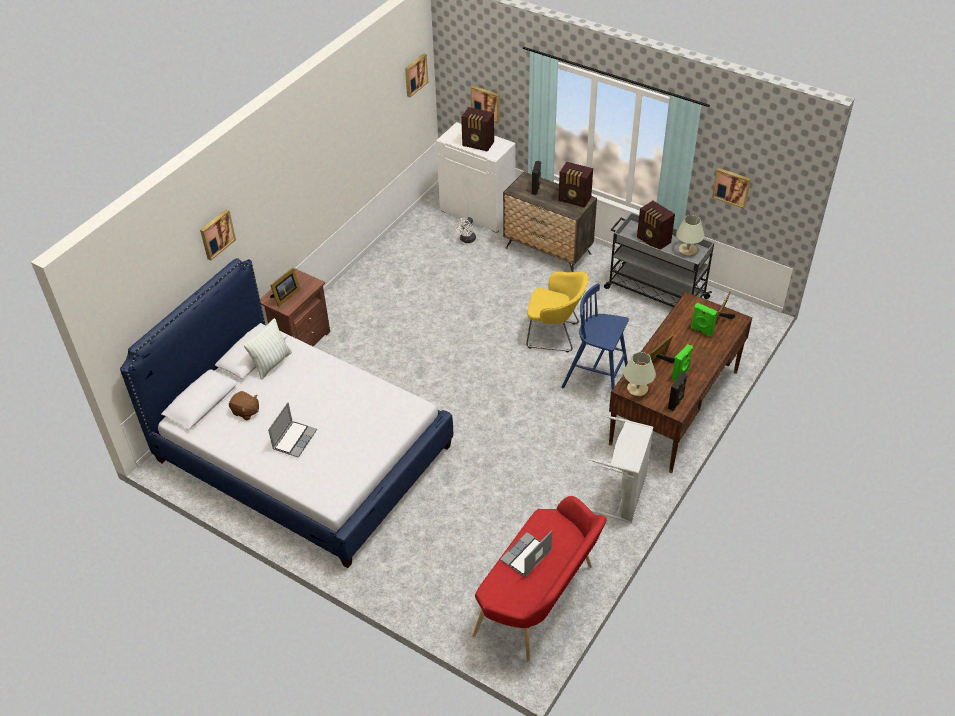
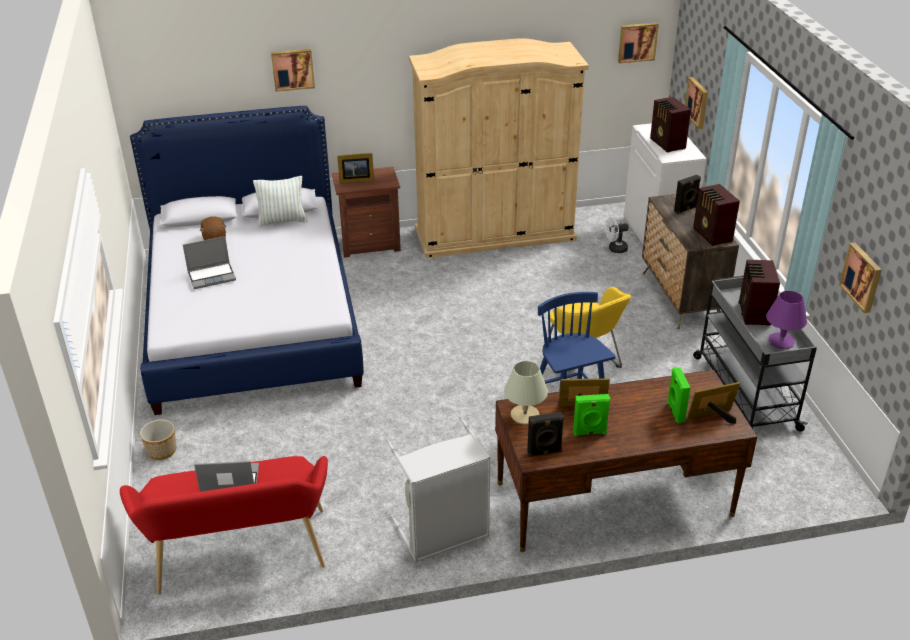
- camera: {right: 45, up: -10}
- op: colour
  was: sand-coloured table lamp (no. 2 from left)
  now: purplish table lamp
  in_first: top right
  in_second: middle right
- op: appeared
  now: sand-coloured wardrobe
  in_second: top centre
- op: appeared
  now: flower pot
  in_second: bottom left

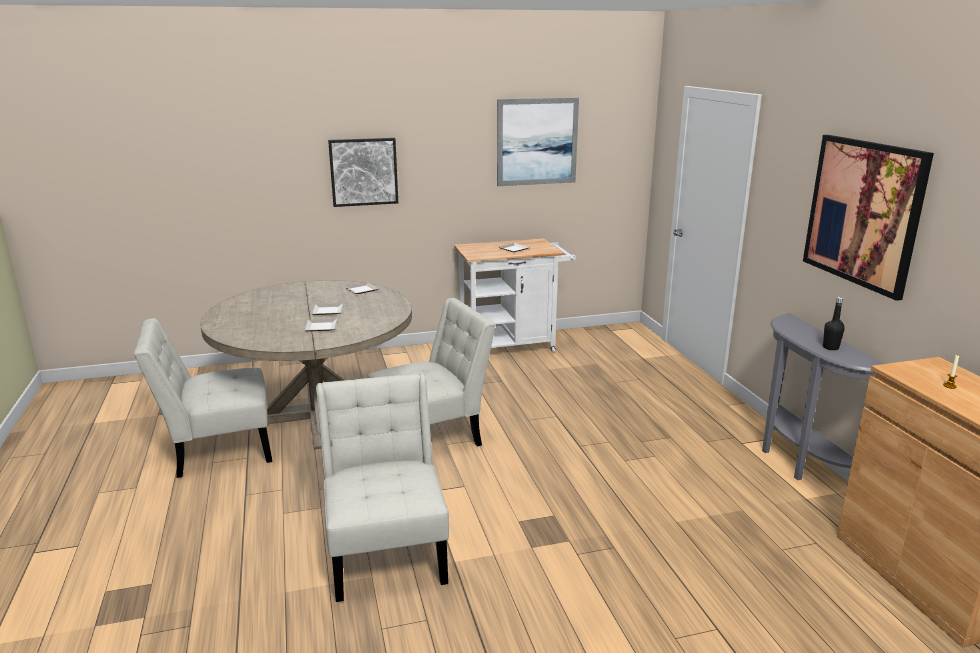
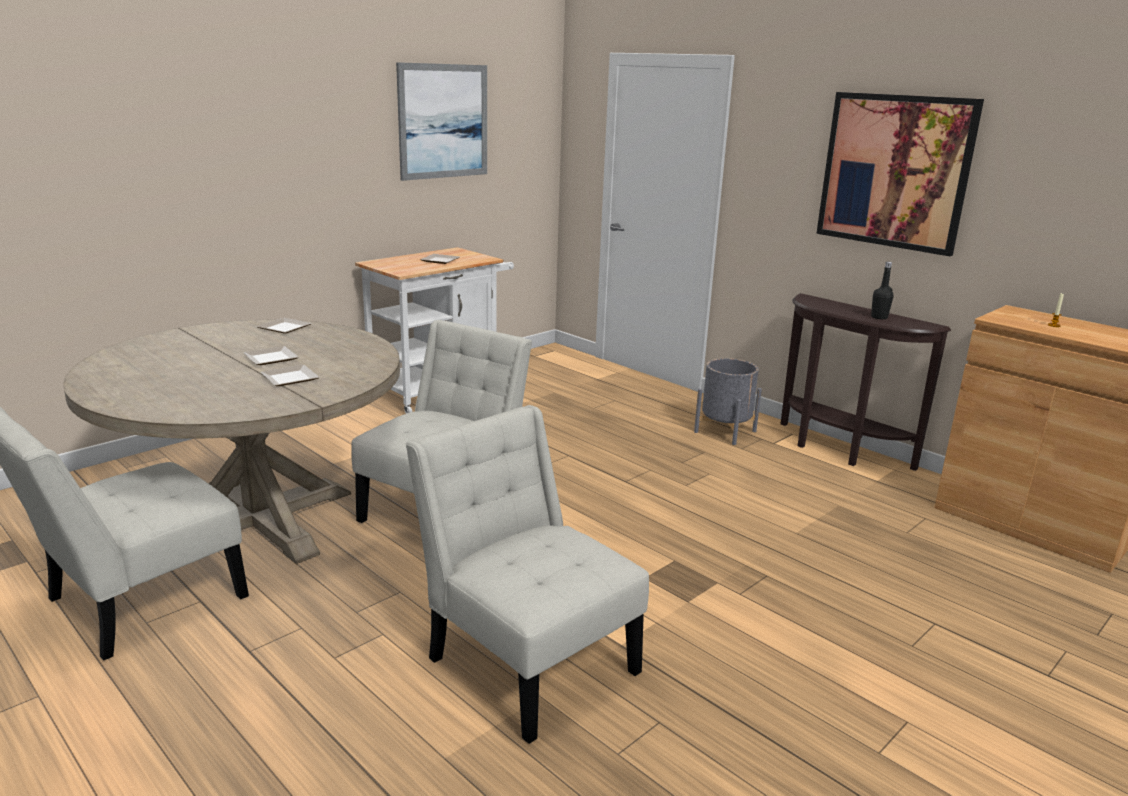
- camera: {right: -30, up: 0}
- op: missing
  was: wall picture (no. 1 from left)
  in_first: top centre
- op: colour
  was: greyish narrow table
  now: brown-coloured narrow table
  in_first: middle right
  in_second: middle right
- op: appeared
  now: greyish flower pot
  in_second: centre

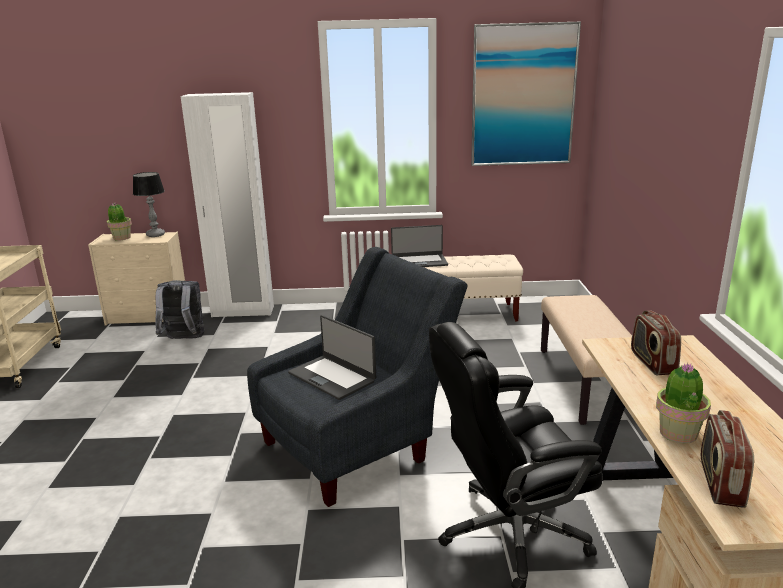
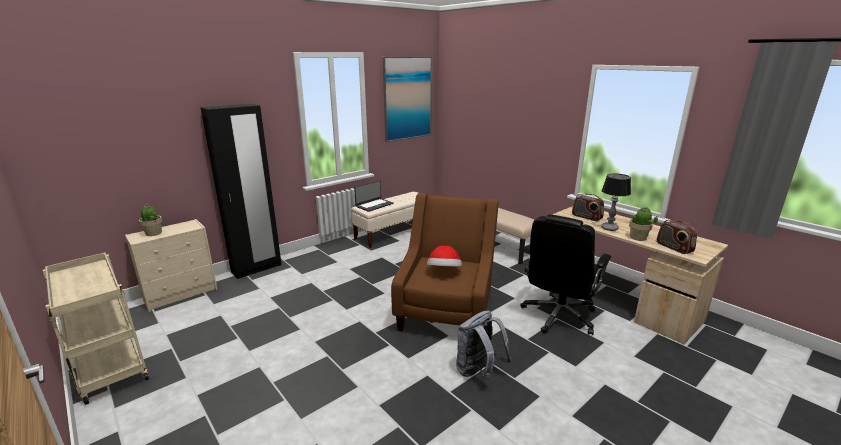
- camera: {right: -40, up: 0}
- op: colour
  was: white wardrobe
  now: black wardrobe
  in_first: middle left
  in_second: middle left
- op: relocated
  was: table lamp
  in_first: middle left
  in_second: middle right
- op: colour
  was: greyish lounge chair
  now: brown-coloured lounge chair
  in_first: centre
  in_second: centre
- op: relocated
  was: greyish rucksack
  in_first: middle left
  in_second: bottom centre
- op: exchanged
  was: portable computer (no. 1 from left)
  now: clothing hat
  in_first: centre
  in_second: centre

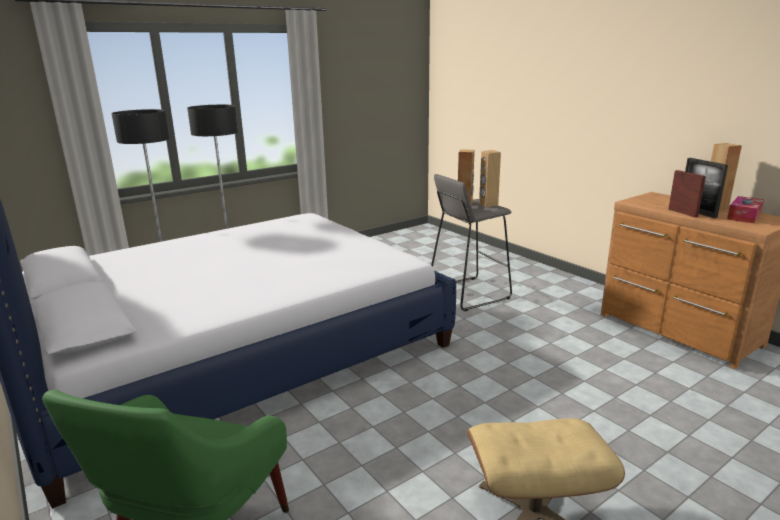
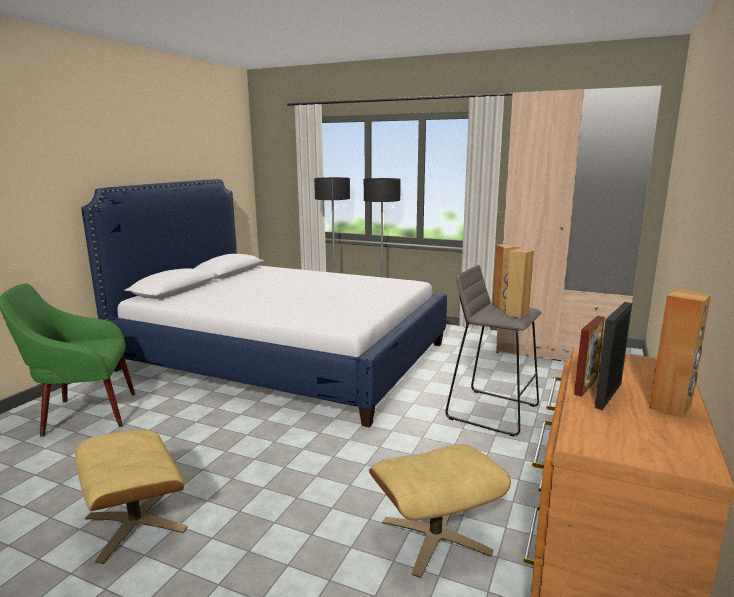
- camera: {right: 60, up: -5}
- op: missing
  was: tissue holder
  in_first: middle right
- op: appeared
  now: sand-coloured wardrobe
  in_second: middle right
- op: appeared
  now: sand-coloured footrest (no. 2 from left)
  in_second: bottom centre

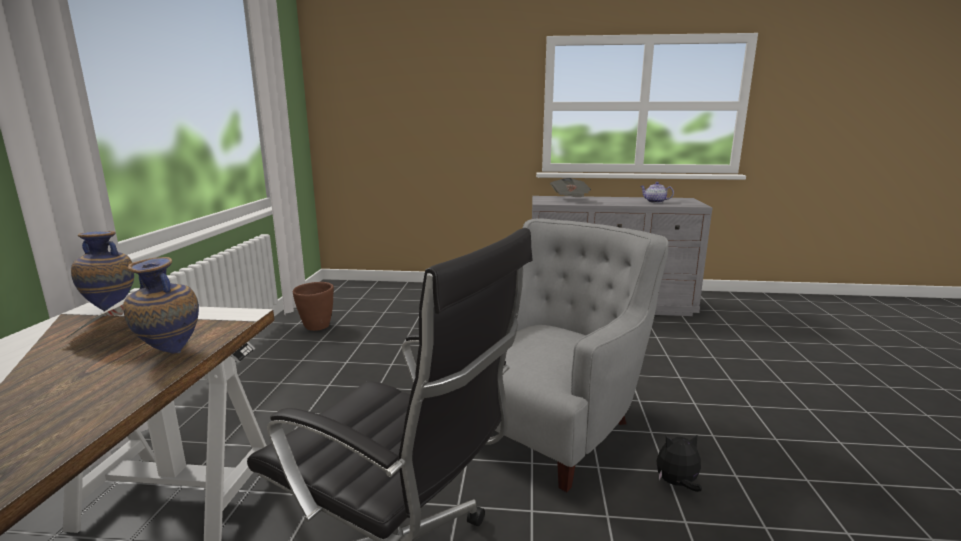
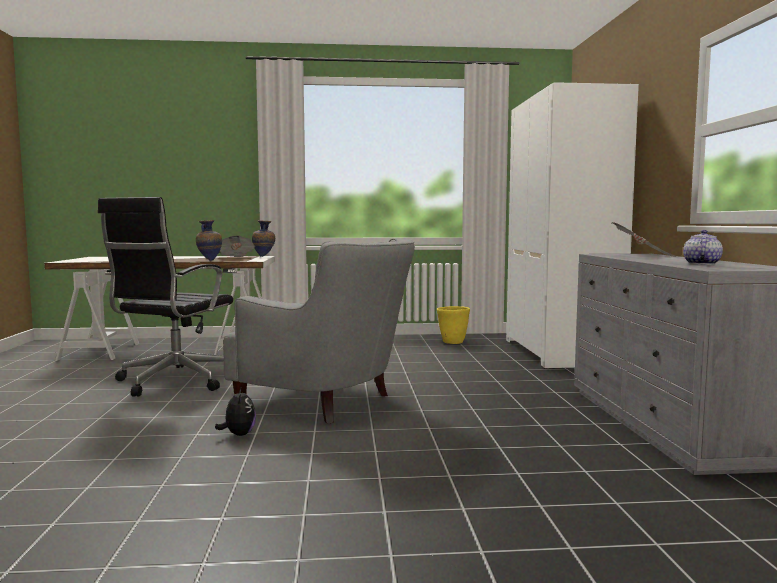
- camera: {right: 80, up: -10}
- op: colour
  was: brown-coloured flower pot
  now: yellowish flower pot
  in_first: middle left
  in_second: centre
- op: appeared
  now: white wardrobe
  in_second: middle right

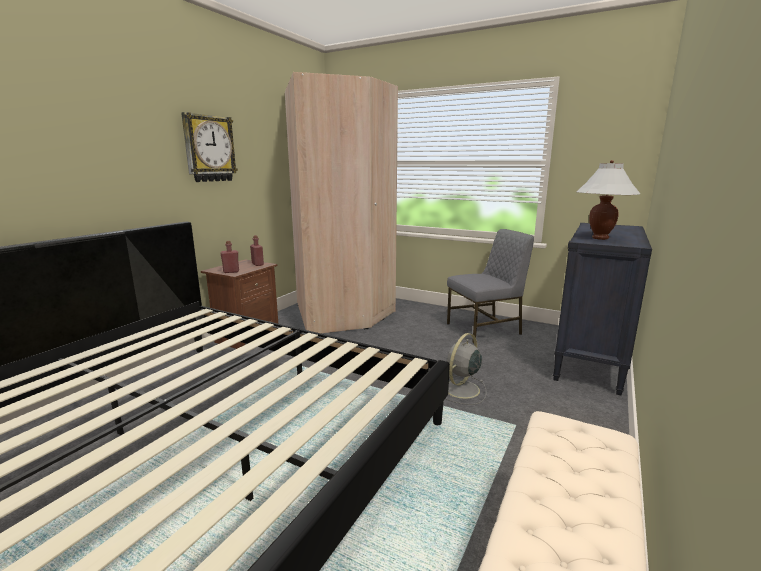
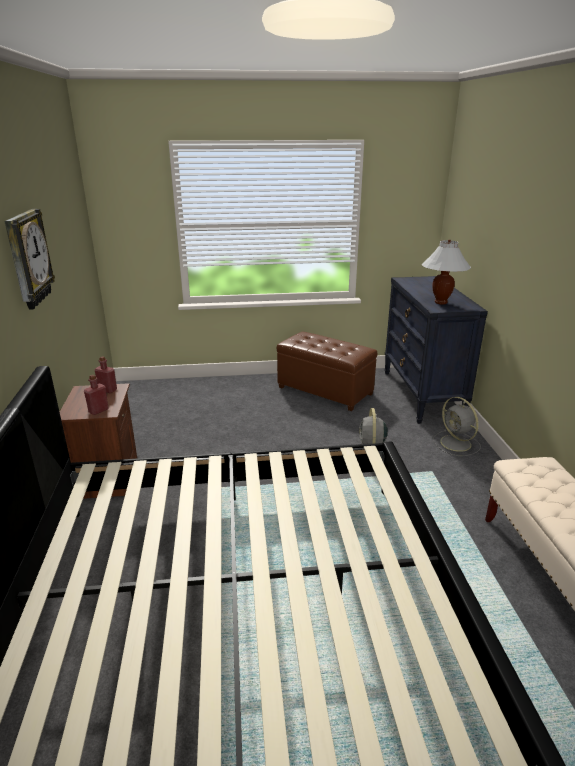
- camera: {right: -35, up: 10}
- op: missing
  was: sand-coloured wardrobe
  in_first: centre
- op: exchanged
  was: greyish plain chair
  now: brown-coloured footrest
  in_first: centre
  in_second: centre
- op: appeared
  now: greyish fan (no. 2 from left)
  in_second: middle right

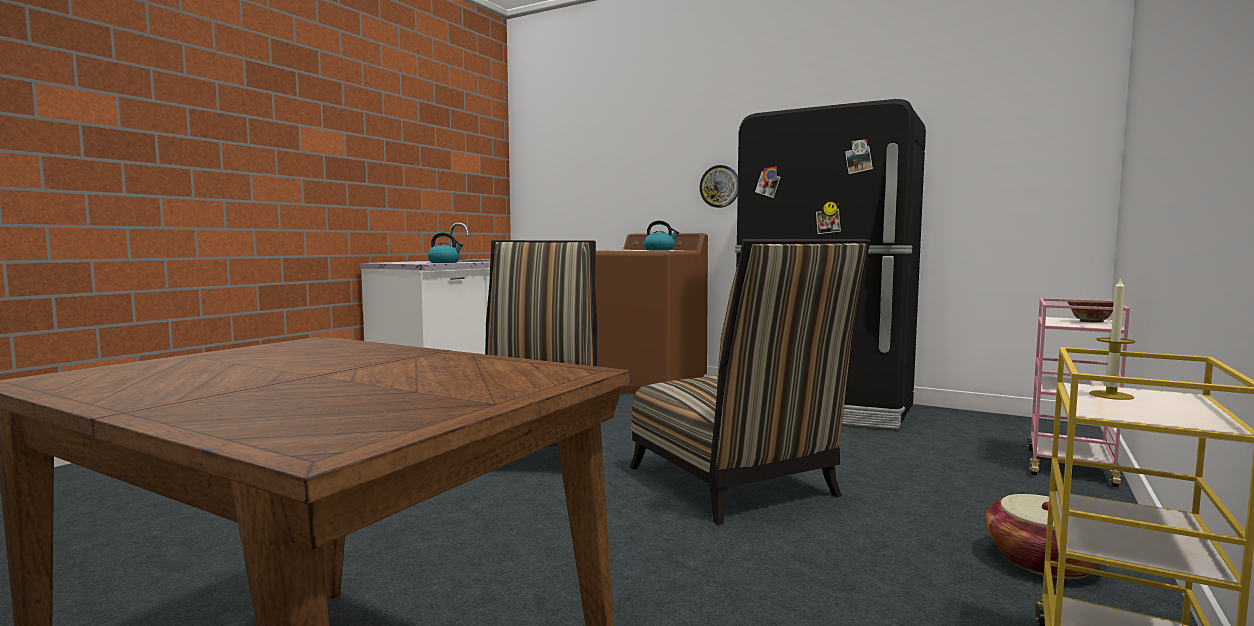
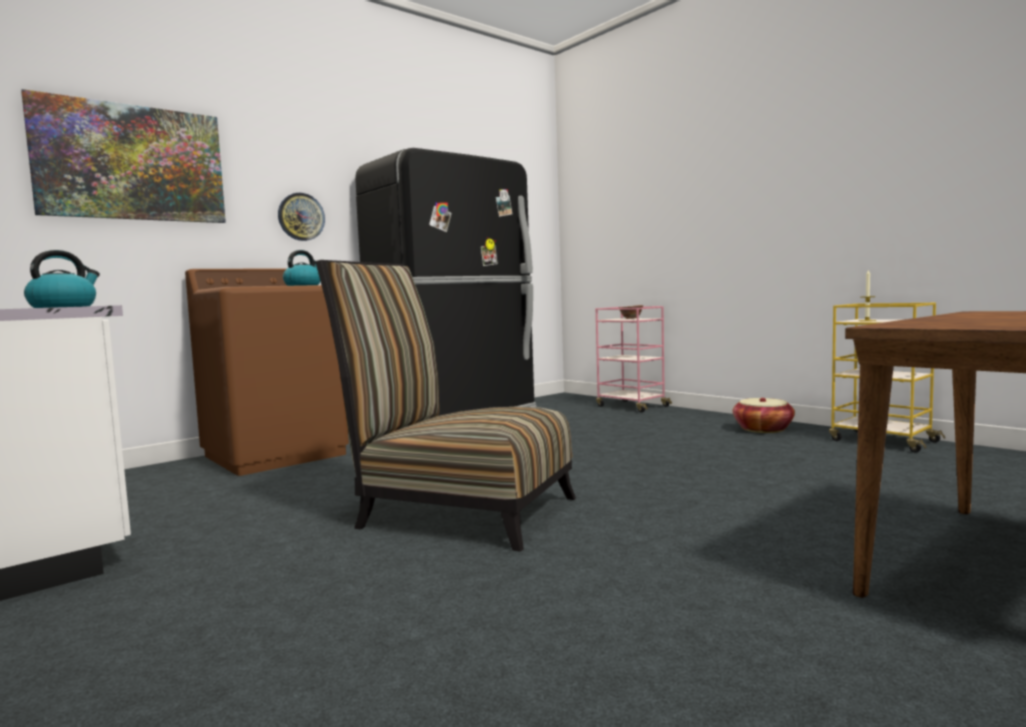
- camera: {right: -70, up: 0}
- op: missing
  was: plain chair (no. 2 from left)
  in_first: centre
- op: appeared
  now: wall picture
  in_second: top left

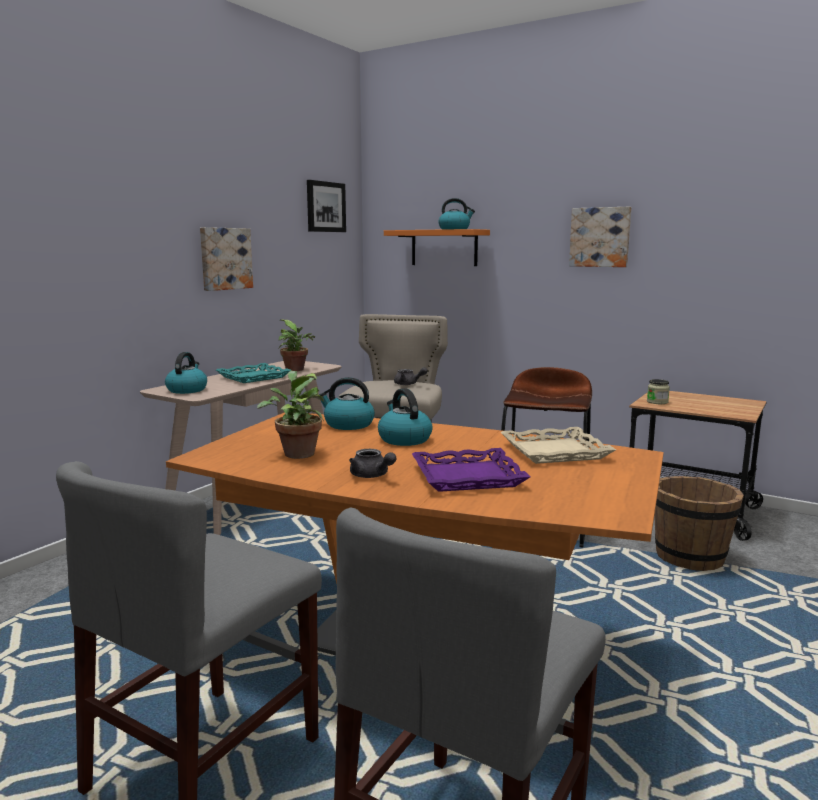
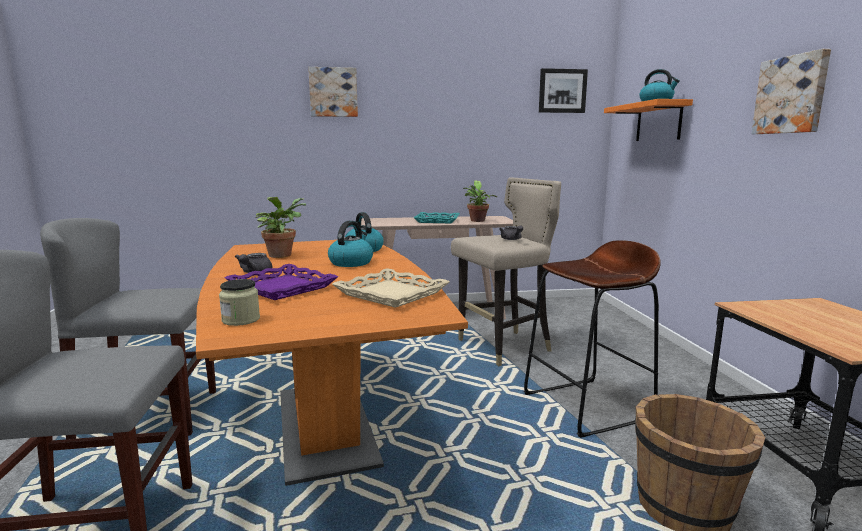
- camera: {right: 50, up: 0}
- op: relocated
  was: wall picture (no. 1 from left)
  in_first: top left
  in_second: top centre
- op: missing
  was: tea kettle (no. 1 from left)
  in_first: middle left
- op: relocated
  was: jar
  in_first: middle right
  in_second: middle left

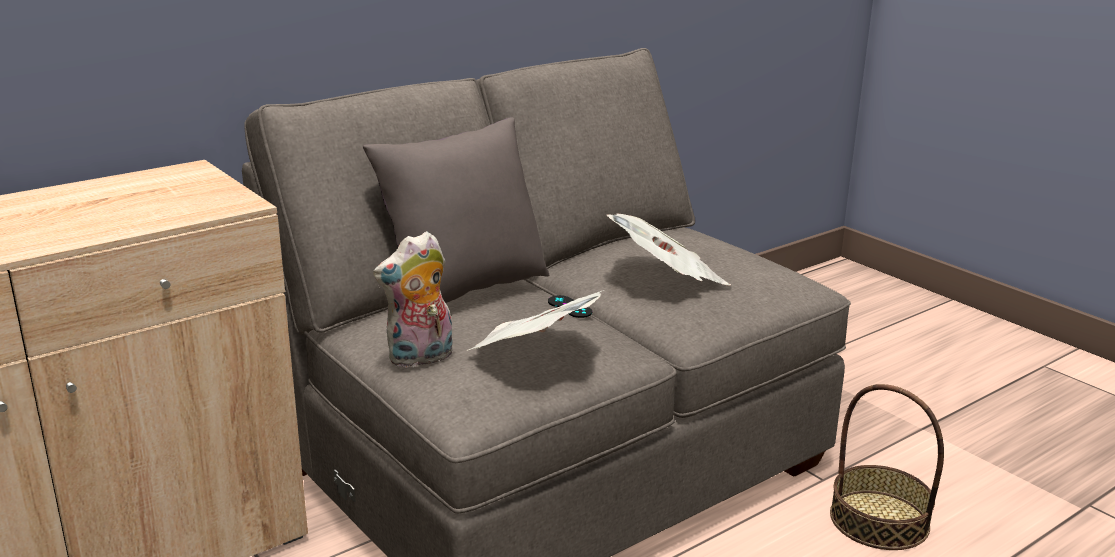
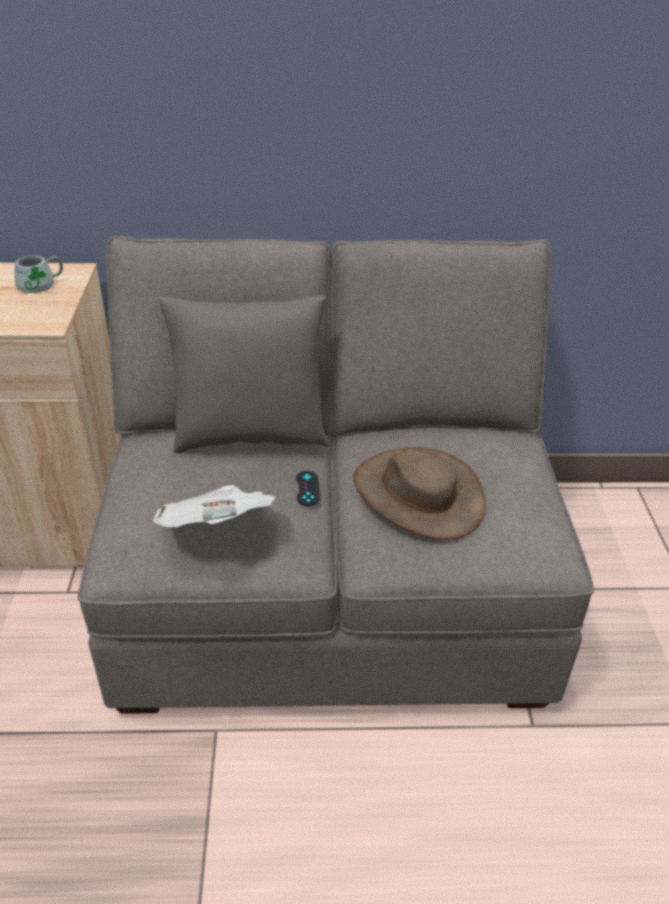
- camera: {right: 35, up: 15}
- op: exchanged
  was: newspaper (no. 2 from left)
  now: brown-coloured clothing hat
  in_first: centre
  in_second: centre
- op: missing
  was: soft toy
  in_first: centre
- op: missing
  was: basket
  in_first: bottom right
- op: appeared
  now: greyish mug
  in_second: top left

